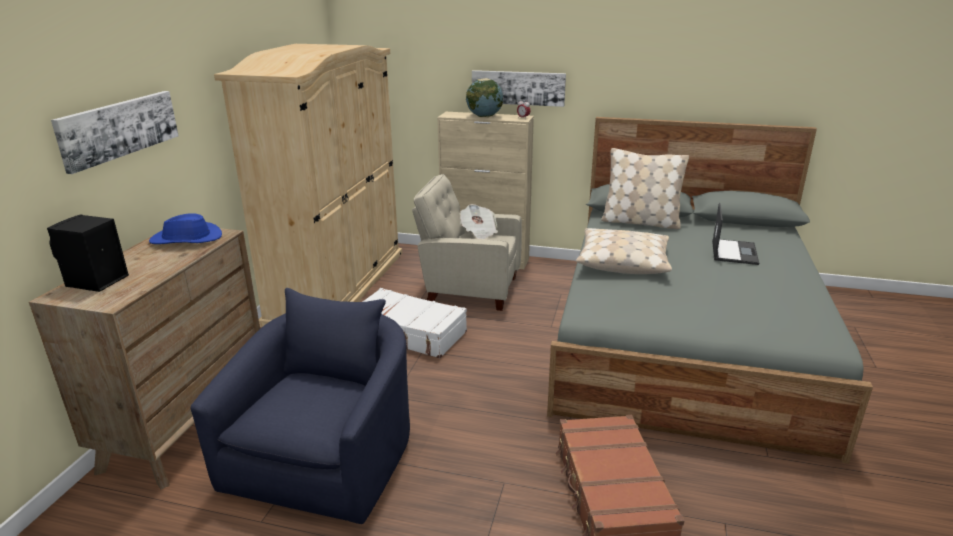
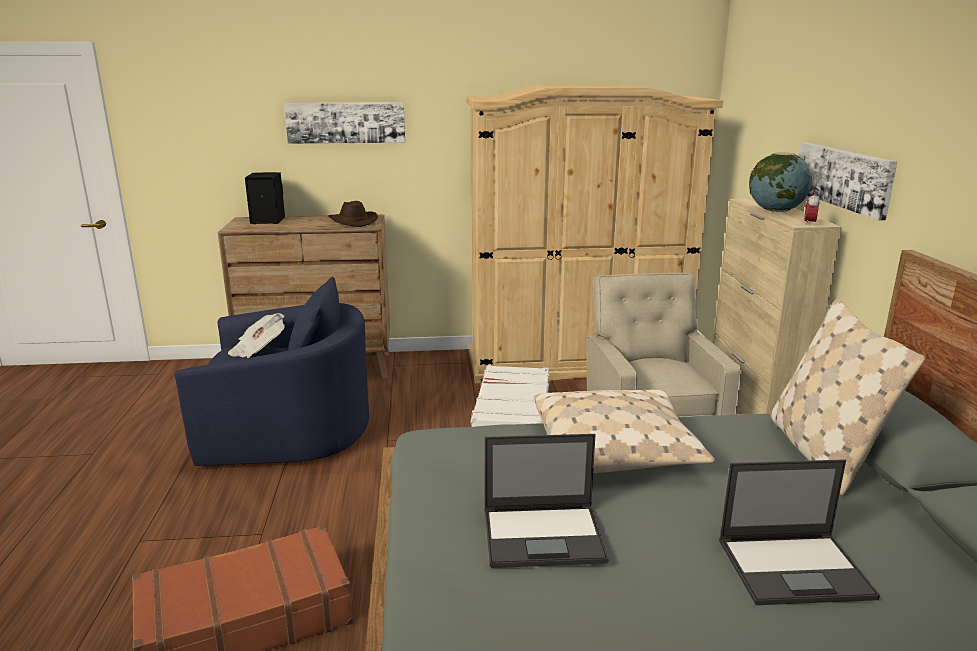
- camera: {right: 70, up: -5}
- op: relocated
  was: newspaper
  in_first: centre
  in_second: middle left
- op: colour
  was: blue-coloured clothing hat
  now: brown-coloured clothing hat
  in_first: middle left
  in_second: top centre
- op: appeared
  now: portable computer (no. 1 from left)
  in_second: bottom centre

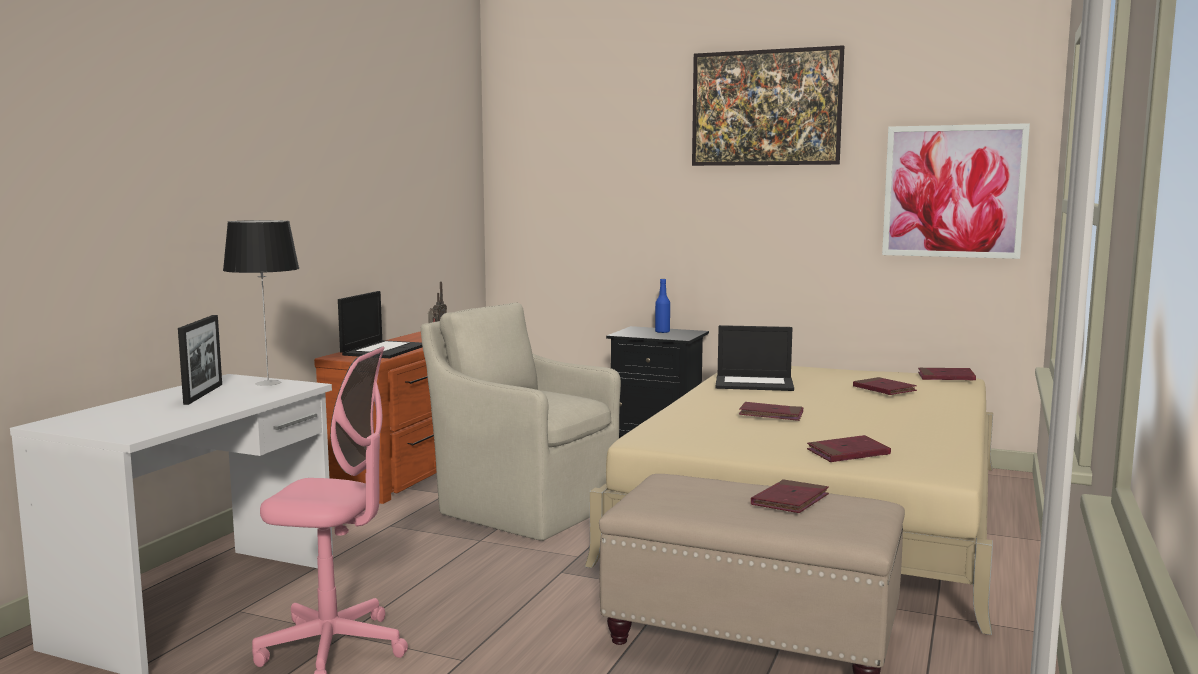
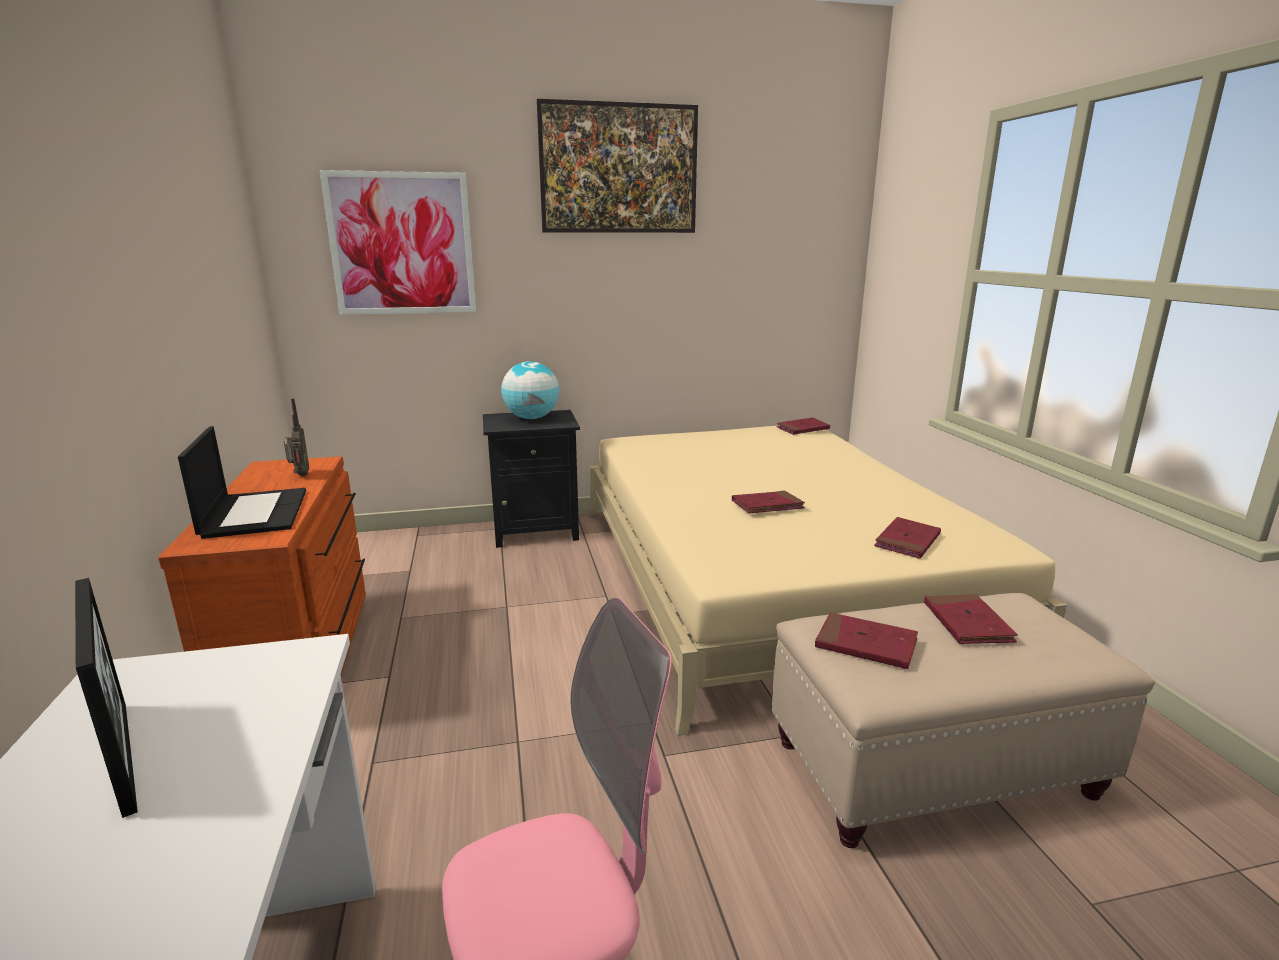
- camera: {right: -35, up: 10}
- op: relocated
  was: wall picture (no. 2 from left in the first image)
  now: wall picture (no. 1 from left)
  in_first: top right
  in_second: top left
- op: missing
  was: table lamp
  in_first: middle left
- op: exchanged
  was: blue-coloured drink bottle
  now: globe
  in_first: centre
  in_second: centre
- op: missing
  was: sand-coloured lounge chair
  in_first: centre
- op: missing
  was: portable computer (no. 2 from left)
  in_first: centre
- op: relocated
  was: red volume (no. 4 from left in the first image)
  now: red volume (no. 3 from left)
  in_first: middle right
  in_second: bottom right

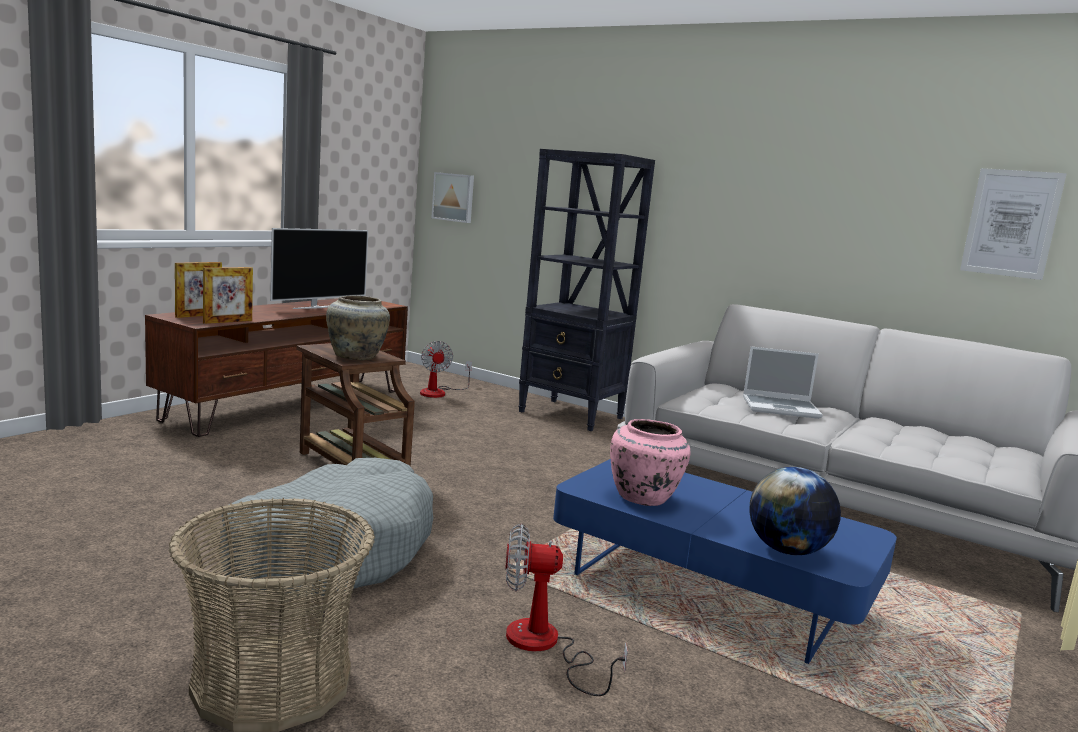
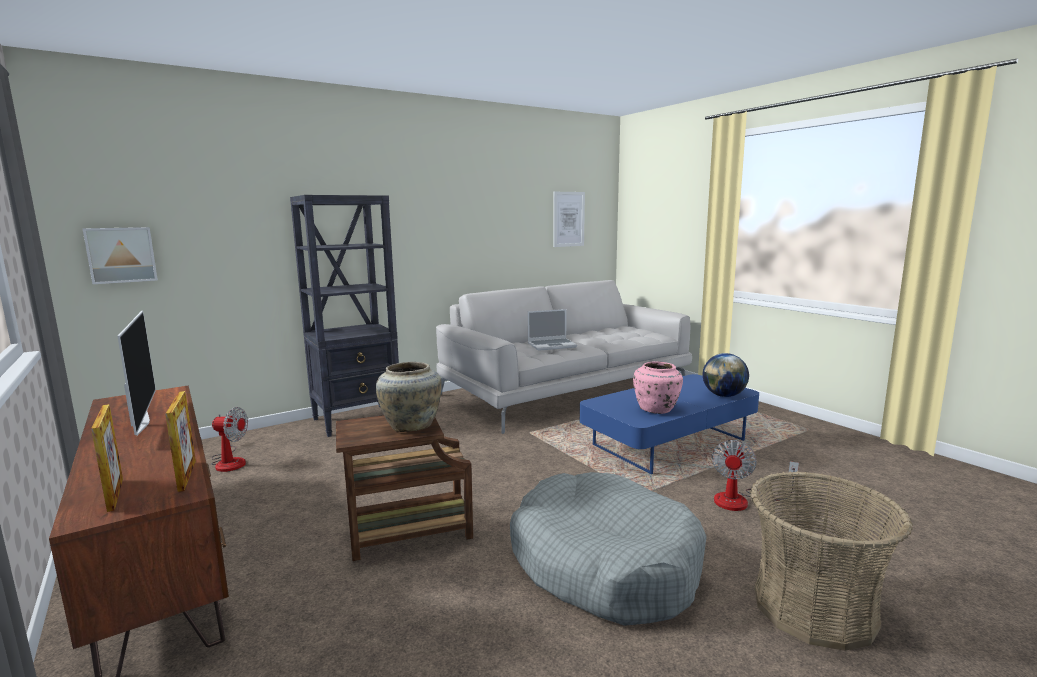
- camera: {right: -65, up: 0}
- op: spun
  was: portable computer
  in_first: middle right
  in_second: centre
  clockwise: 45

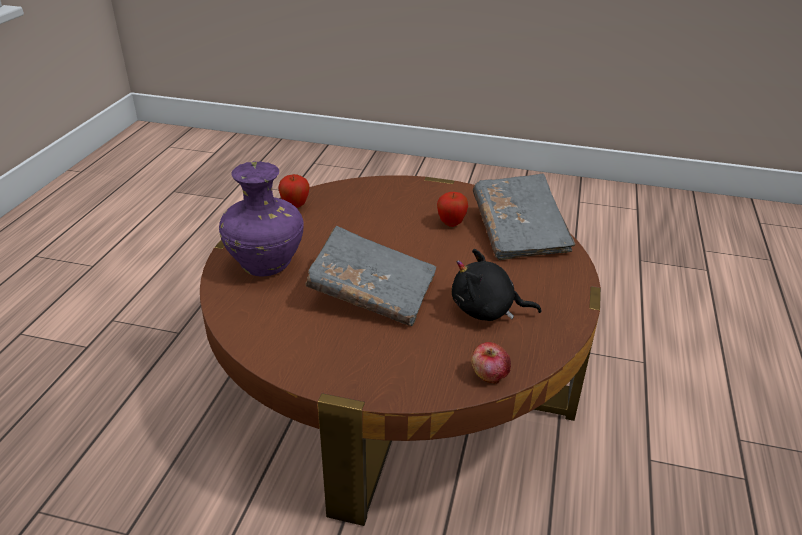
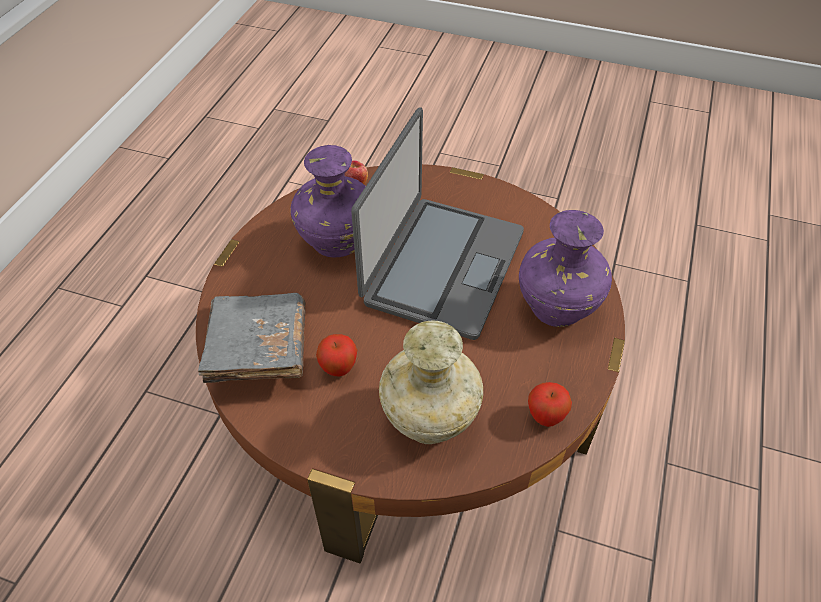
- camera: {right: -175, up: 15}
- op: exchanged
  was: greyish volume (no. 1 from left)
  now: portable computer
  in_first: centre
  in_second: centre
- op: exchanged
  was: black soft toy
  now: purplish flower vase (no. 1 from left)
  in_first: centre
  in_second: centre
- op: appeared
  now: sand-coloured flower vase
  in_second: centre

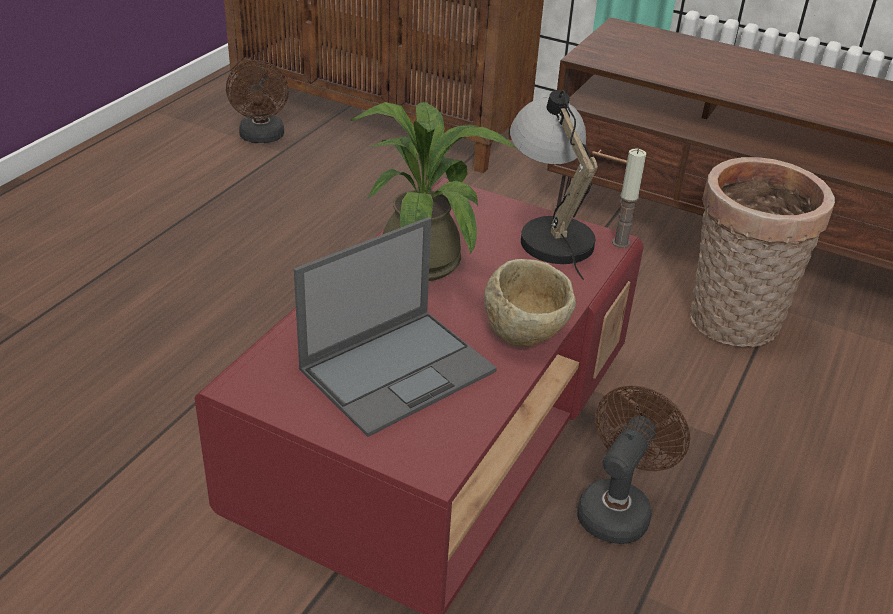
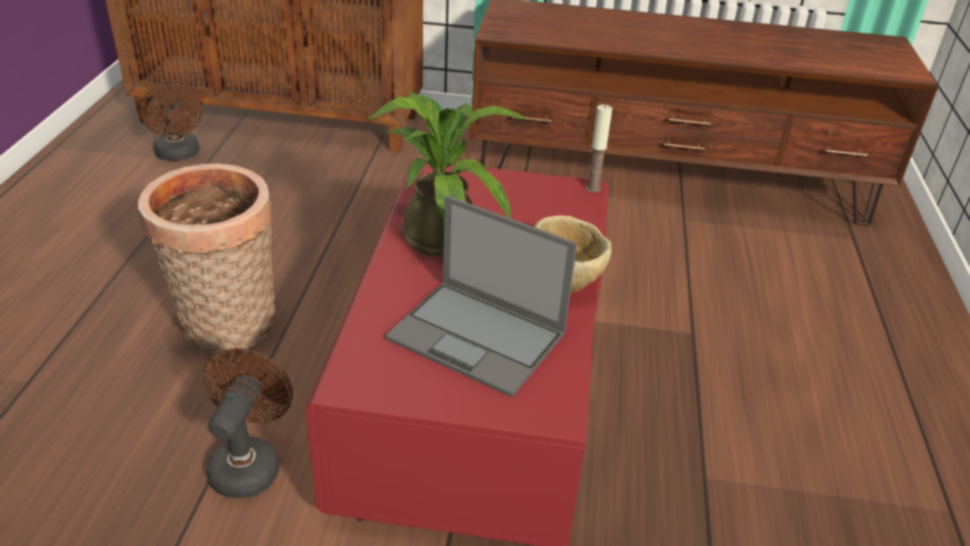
- camera: {right: -20, up: 0}
- op: missing
  was: table lamp
  in_first: top centre
- op: relocated
  was: basket
  in_first: middle right
  in_second: middle left
- op: spun
  was: portable computer
  in_first: centre
  in_second: centre
  clockwise: 90
- op: relocated
  was: brown-coloured fan (no. 2 from left)
  in_first: bottom right
  in_second: bottom left

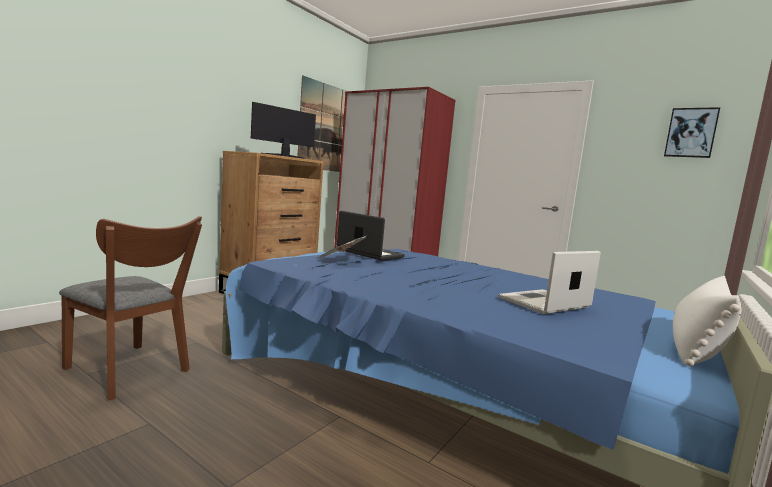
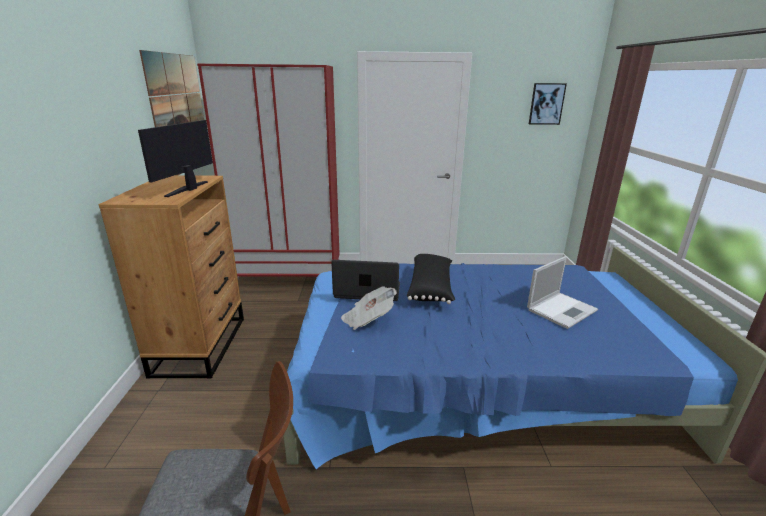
- camera: {right: -35, up: 15}
- op: spun
  was: portable computer (no. 2 from left)
  in_first: middle right
  in_second: middle right
  clockwise: -150
- op: missing
  was: white cushion
  in_first: middle right
- op: appeared
  now: black cushion
  in_second: centre

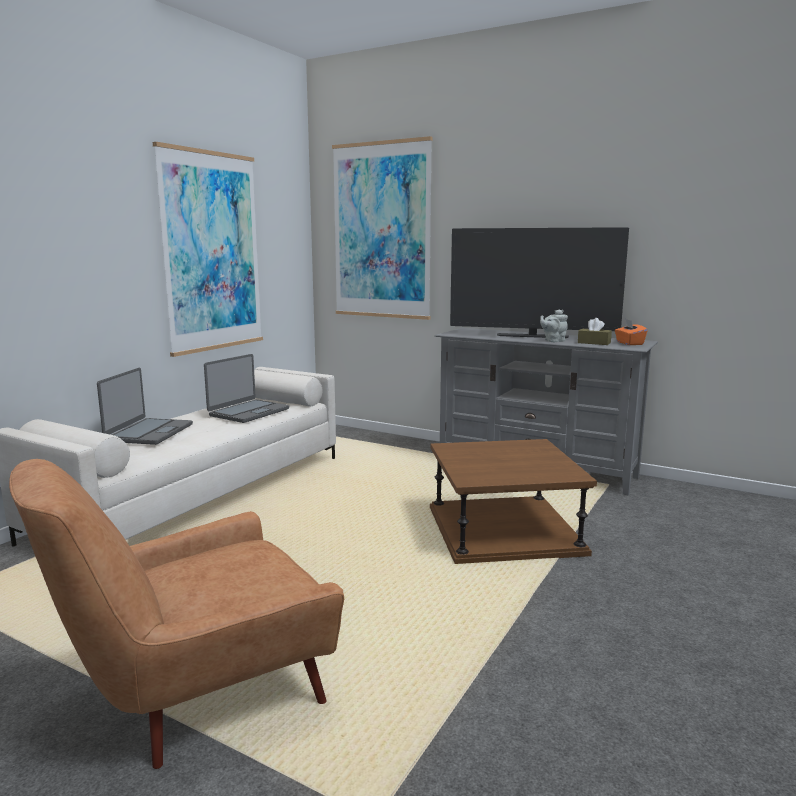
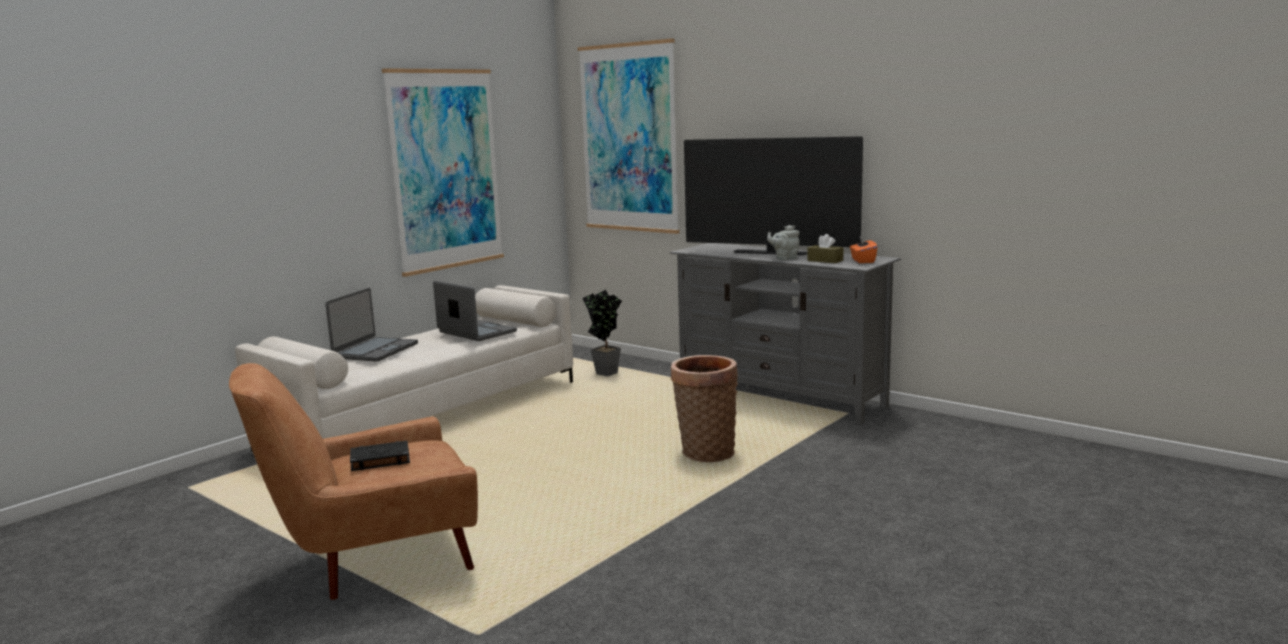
- camera: {right: 10, up: 0}
- op: spun
  was: portable computer (no. 2 from left)
  in_first: middle left
  in_second: centre
  clockwise: -90
- op: exchanged
  was: brown-coloured end table
  now: basket
  in_first: centre
  in_second: centre
- op: appeared
  now: potted plant
  in_second: centre
- op: appeared
  now: black volume
  in_second: bottom left

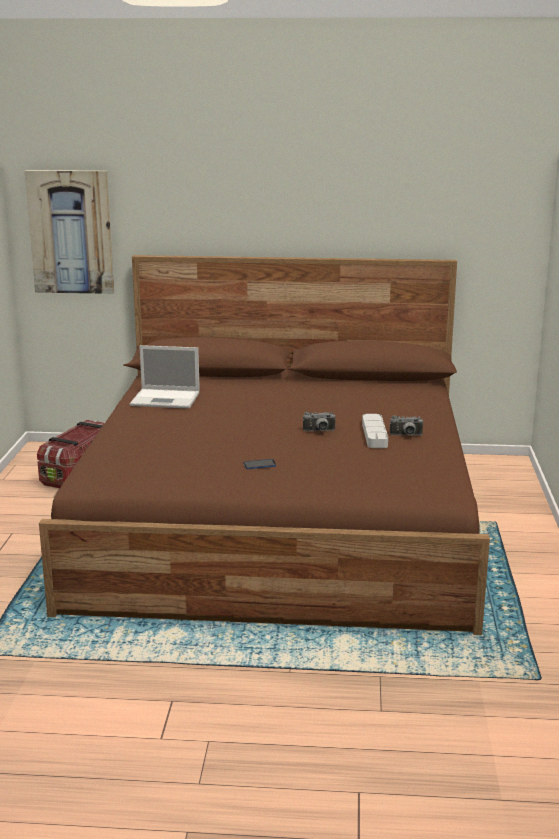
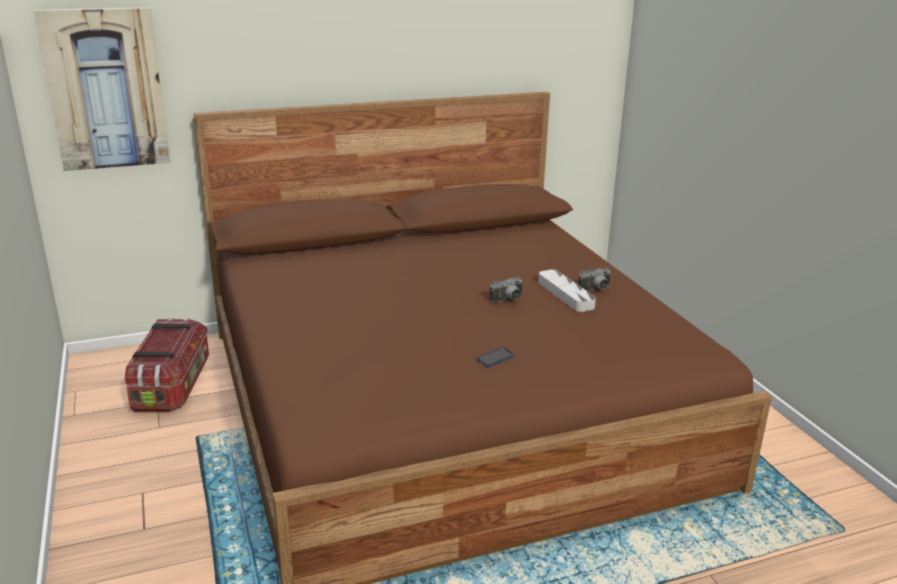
- camera: {right: -25, up: 5}
- op: missing
  was: portable computer
  in_first: middle left

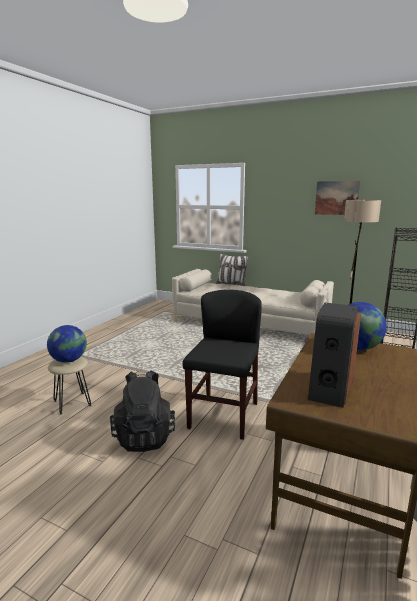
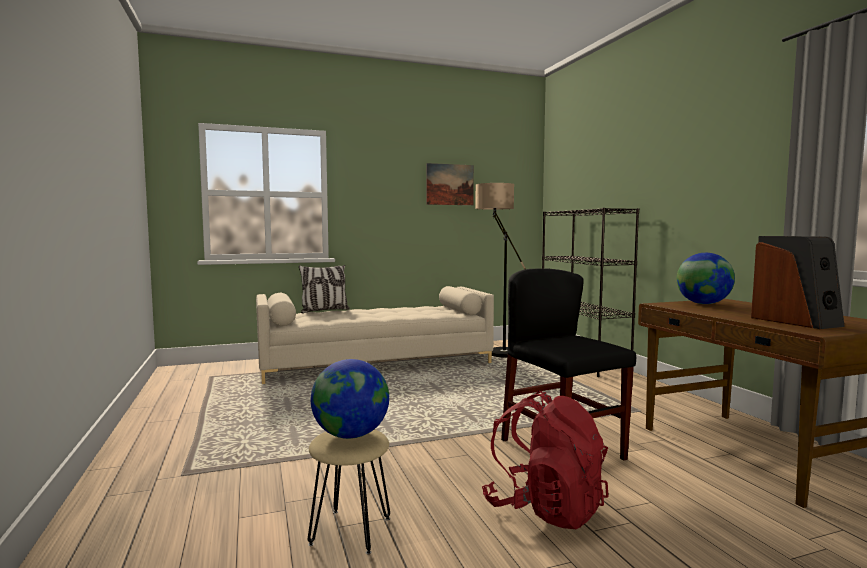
- camera: {right: -45, up: -10}
- op: colour
  was: black rucksack
  now: red rucksack
  in_first: bottom centre
  in_second: bottom centre

